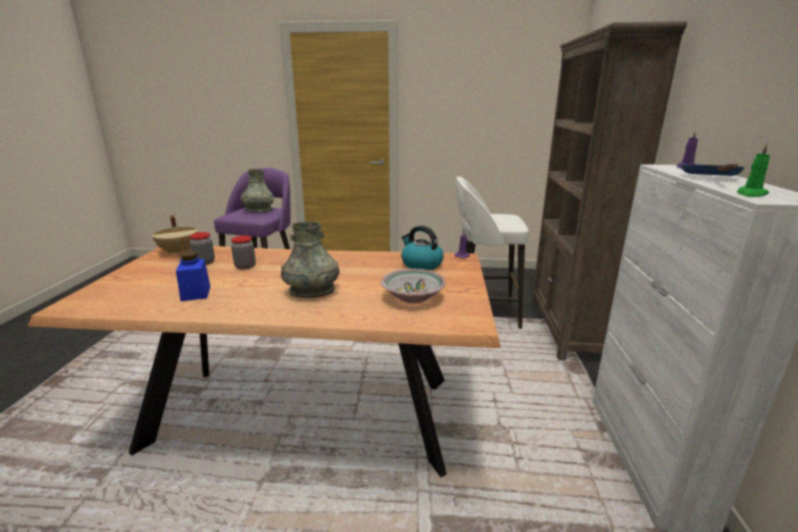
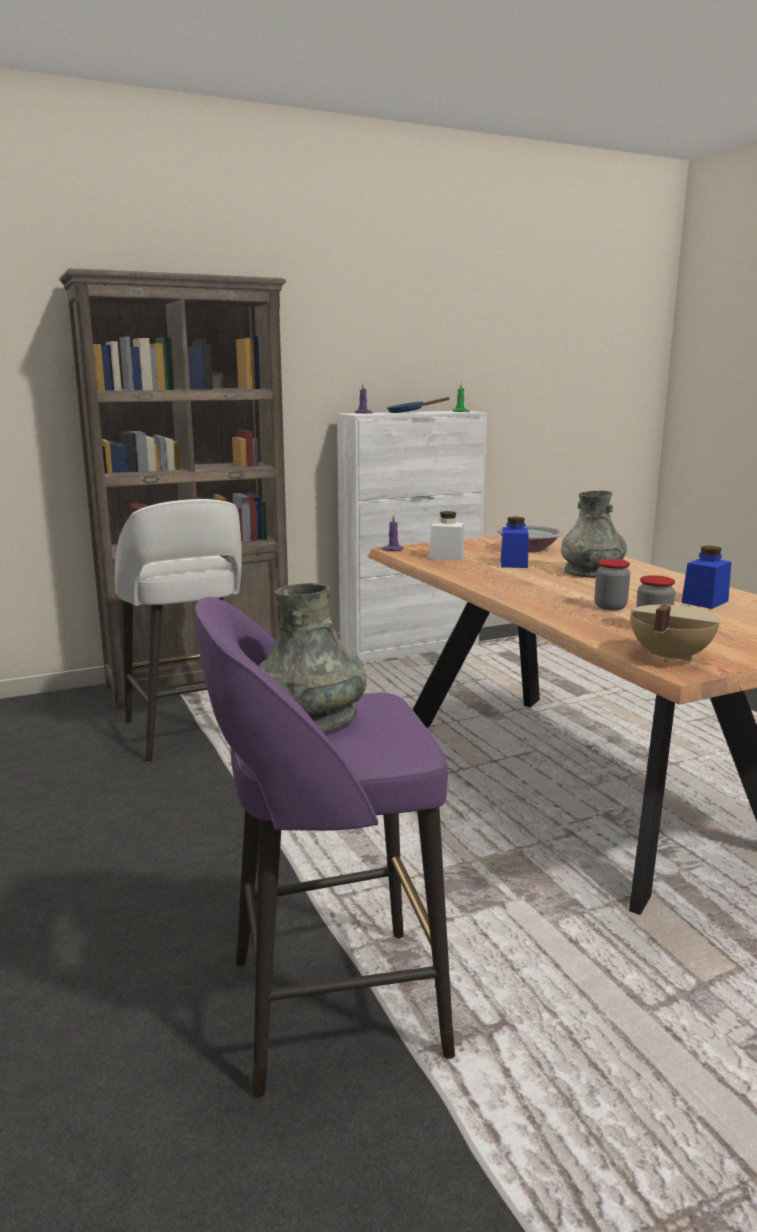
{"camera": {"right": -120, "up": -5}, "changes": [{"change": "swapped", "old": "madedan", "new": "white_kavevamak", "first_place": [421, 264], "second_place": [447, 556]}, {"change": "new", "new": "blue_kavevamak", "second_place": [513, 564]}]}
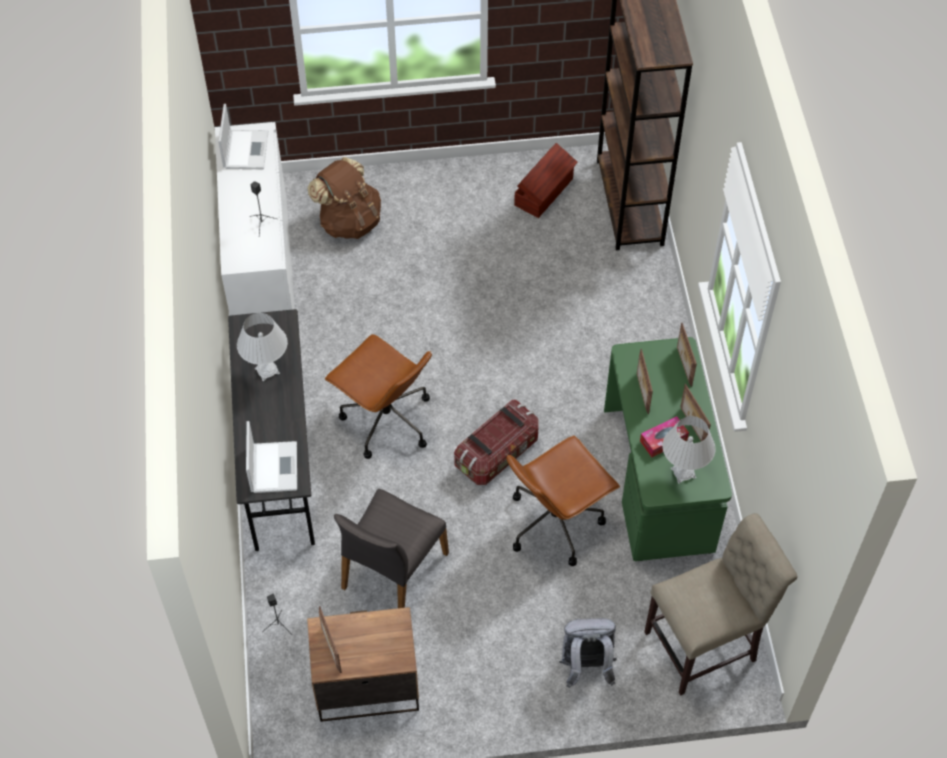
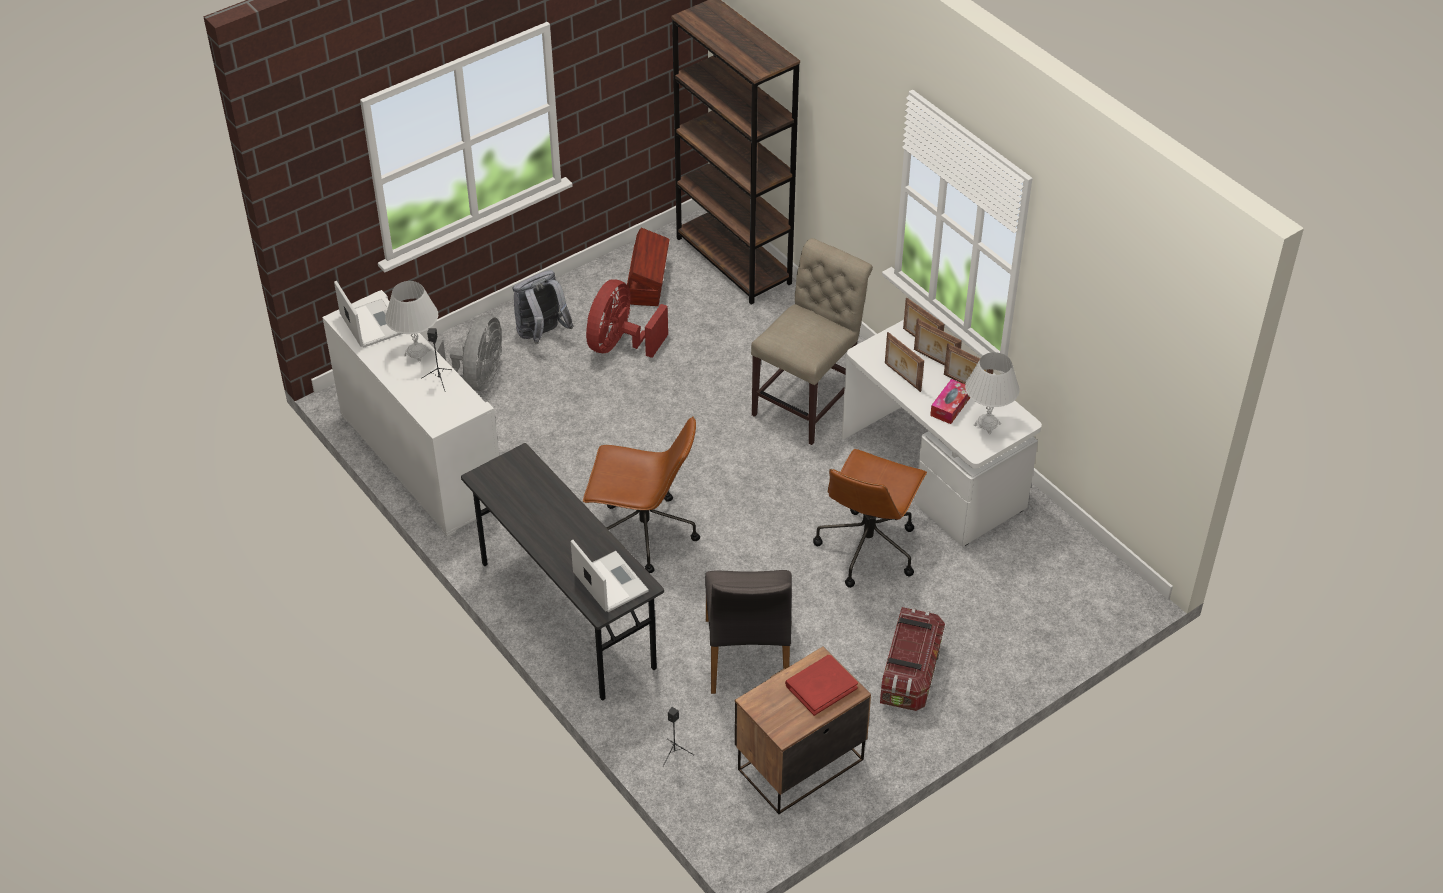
{"camera": {"right": -30, "up": -10}, "changes": [{"change": "shifted", "old": "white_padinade", "first_place": [267, 371], "second_place": [417, 353]}, {"change": "swapped", "old": "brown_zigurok", "new": "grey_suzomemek", "first_place": [349, 221], "second_place": [475, 380]}, {"change": "shifted", "old": "grey_zigurok", "first_place": [586, 667], "second_place": [542, 335]}, {"change": "new", "new": "red_suzomemek", "second_place": [620, 345]}, {"change": "shifted", "old": "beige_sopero", "first_place": [706, 644], "second_place": [809, 402]}, {"change": "new", "new": "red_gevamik", "second_place": [821, 686]}, {"change": "repainted", "old": "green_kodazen", "new": "white_kodazen", "first_place": [659, 480], "second_place": [933, 473]}, {"change": "shifted", "old": "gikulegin", "first_place": [498, 453], "second_place": [910, 673]}, {"change": "shifted", "old": "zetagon", "first_place": [330, 649], "second_place": [935, 361]}]}
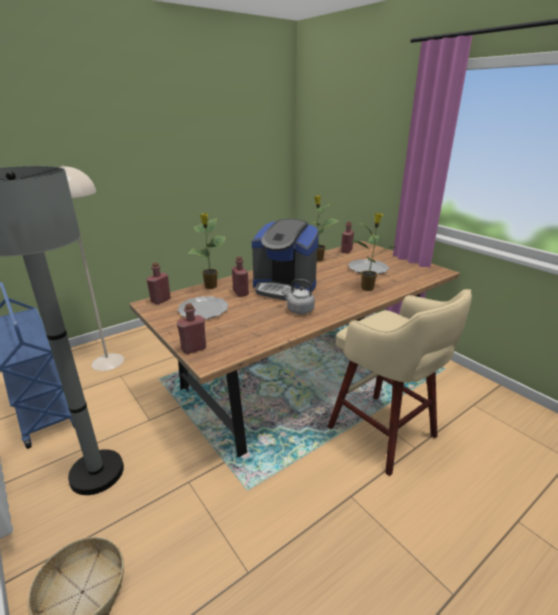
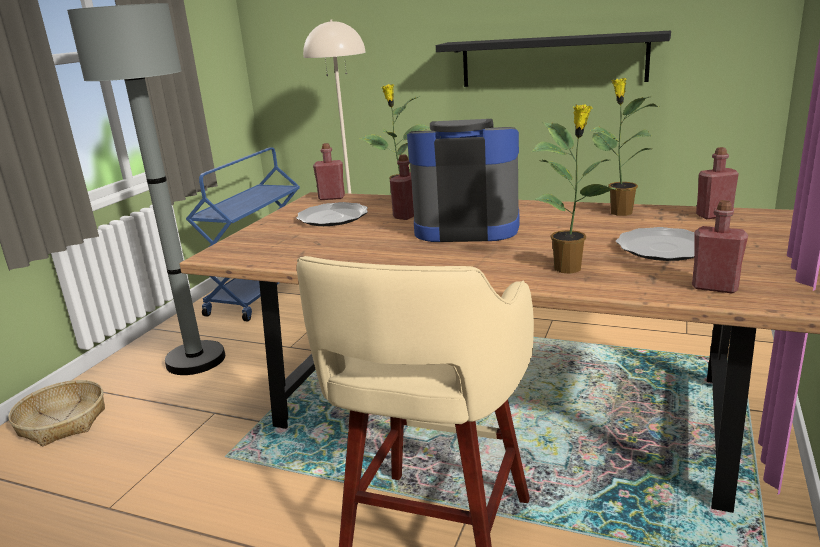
{"camera": {"right": 60, "up": -5}, "changes": [{"change": "rotated", "old": "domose", "first_place": [284, 287], "second_place": [466, 227], "degrees": 105}, {"change": "new", "new": "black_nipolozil", "second_place": [552, 60]}, {"change": "shifted", "old": "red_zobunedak", "first_place": [194, 349], "second_place": [715, 287]}, {"change": "gone", "old": "grey_madedan", "first_place": [299, 310]}]}
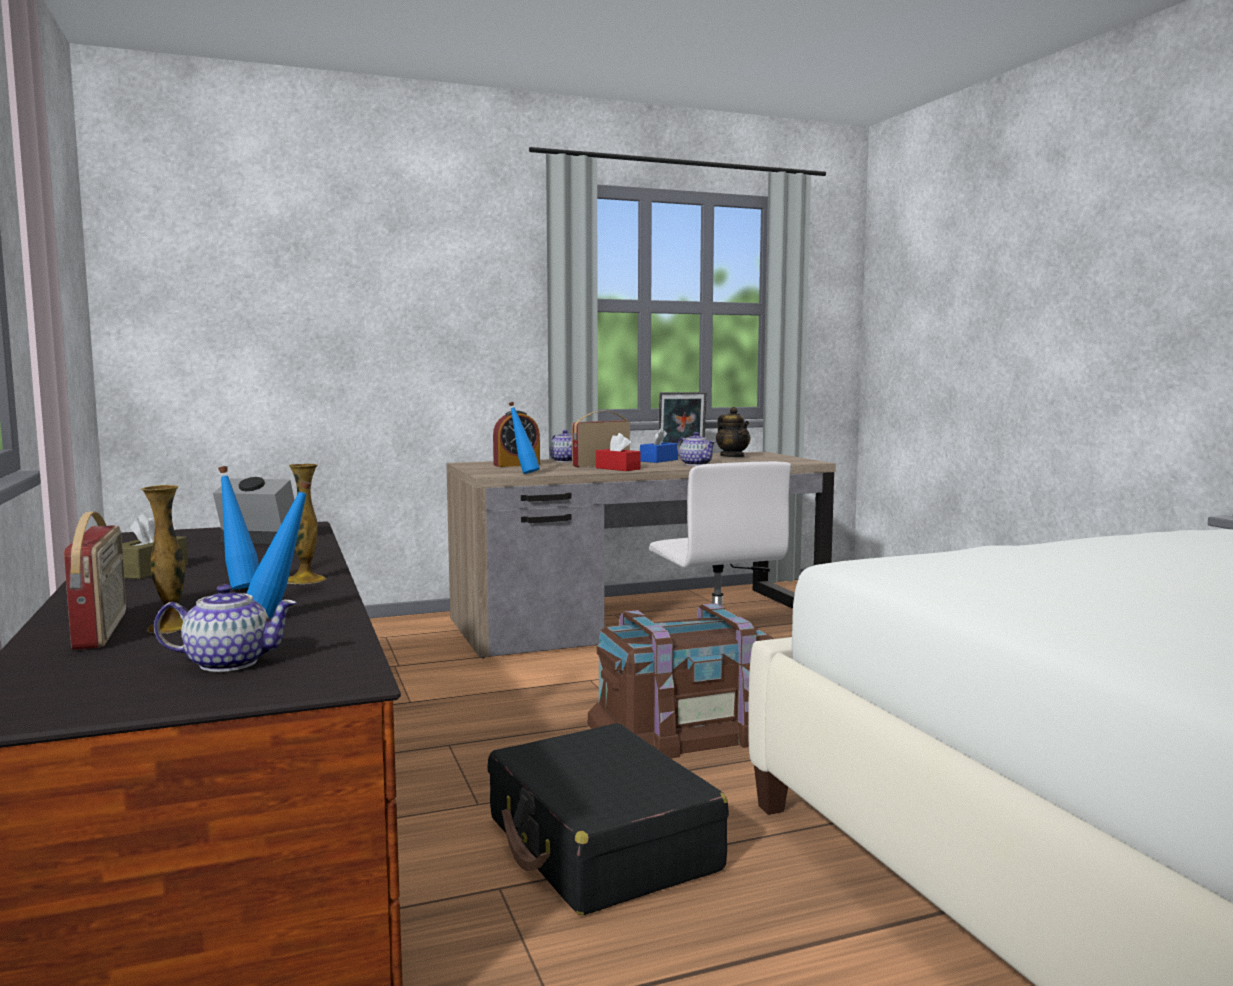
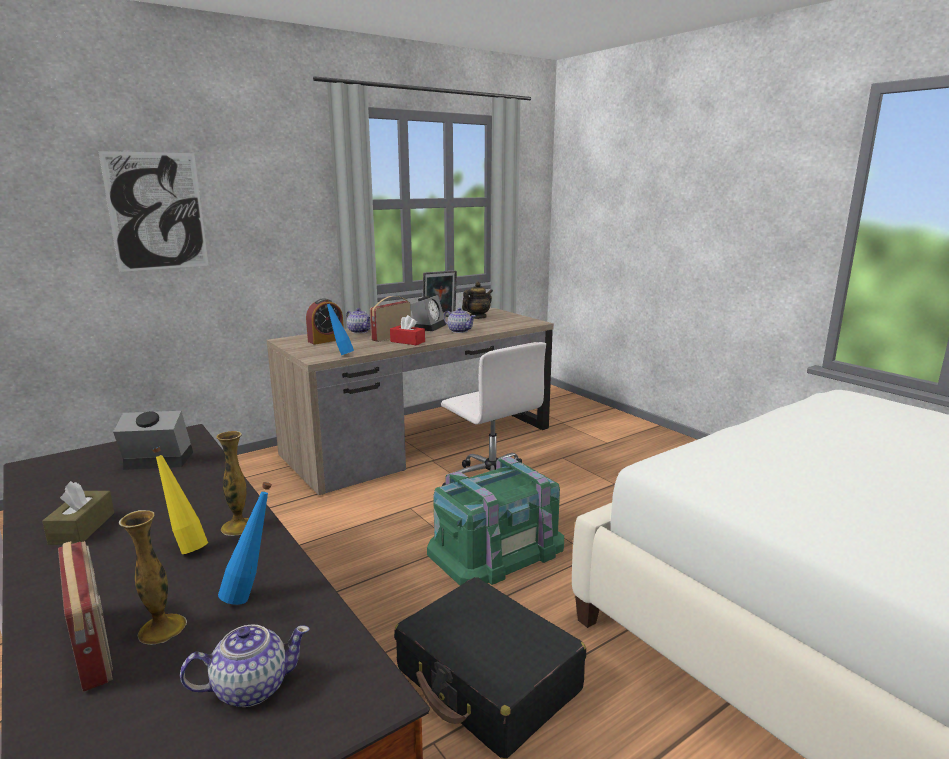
{"camera": {"right": -15, "up": 10}, "changes": [{"change": "new", "new": "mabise", "second_place": [156, 211]}, {"change": "repainted", "old": "blue_zobunedak", "new": "yellow_zobunedak", "first_place": [240, 587], "second_place": [185, 547]}, {"change": "swapped", "old": "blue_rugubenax", "new": "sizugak", "first_place": [659, 460], "second_place": [429, 326]}, {"change": "repainted", "old": "brown_gikulegin", "new": "green_gikulegin", "first_place": [684, 727], "second_place": [496, 548]}, {"change": "rotated", "old": "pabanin", "first_place": [732, 457], "second_place": [477, 317], "degrees": -90}]}
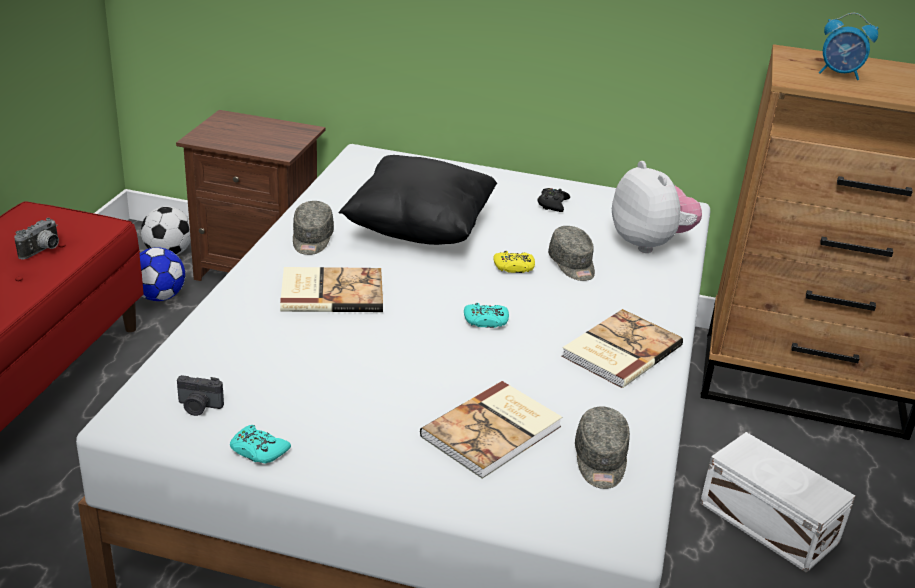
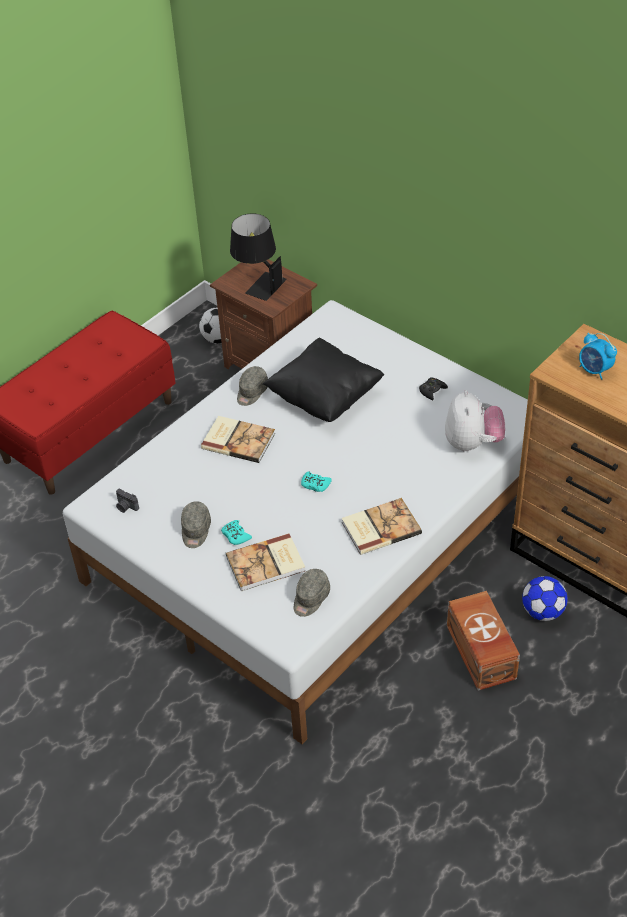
{"camera": {"right": 30, "up": 15}, "changes": [{"change": "shifted", "old": "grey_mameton", "first_place": [572, 265], "second_place": [195, 530]}, {"change": "shifted", "old": "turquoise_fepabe", "first_place": [258, 451], "second_place": [236, 535]}, {"change": "new", "new": "black_padinade", "second_place": [258, 283]}, {"change": "repainted", "old": "white_gikulegin", "new": "brown_gikulegin", "first_place": [769, 524], "second_place": [480, 653]}, {"change": "shifted", "old": "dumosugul", "first_place": [159, 297], "second_place": [542, 612]}, {"change": "gone", "old": "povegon", "first_place": [43, 251]}, {"change": "gone", "old": "yellow_fepabe", "first_place": [514, 267]}]}
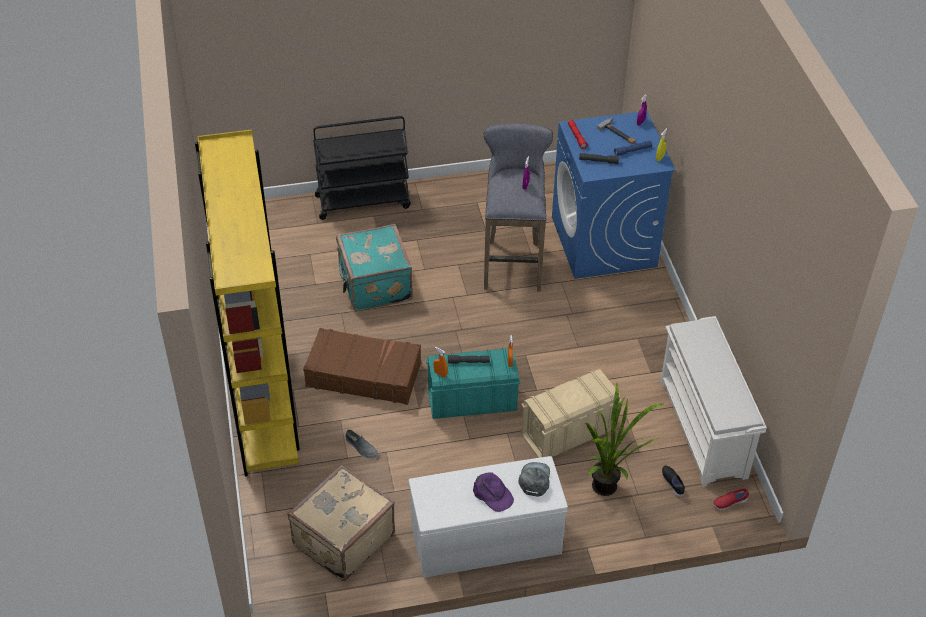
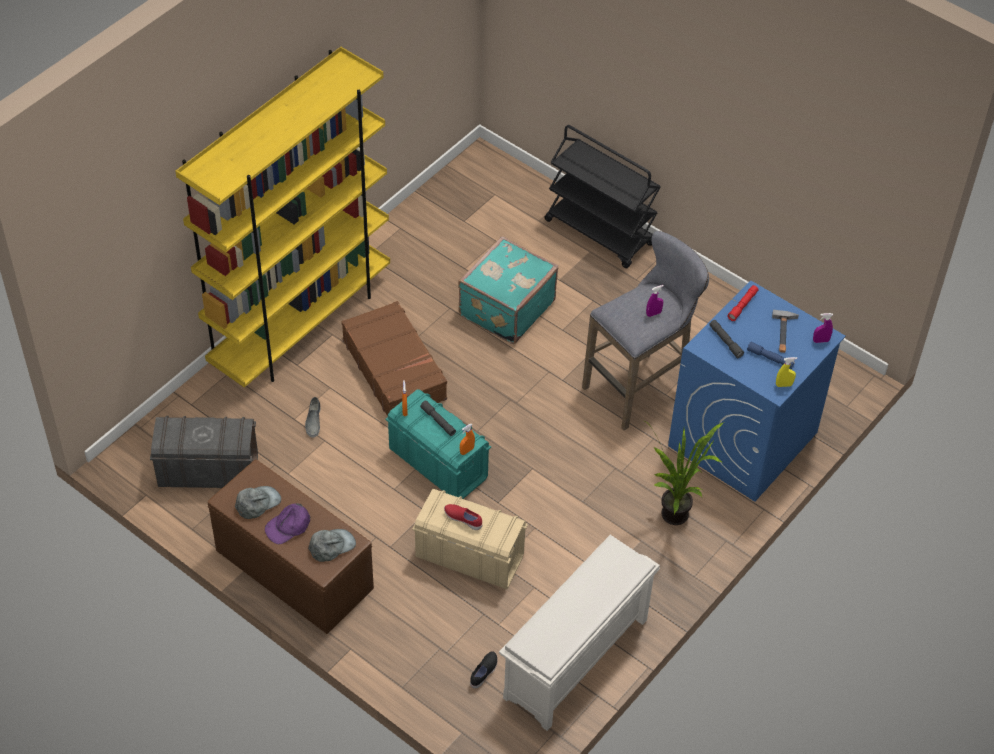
{"camera": {"right": 50, "up": 5}, "changes": [{"change": "swapped", "old": "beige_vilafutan", "new": "grey_gikulegin", "first_place": [342, 539], "second_place": [208, 471]}, {"change": "repainted", "old": "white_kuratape", "new": "brown_kuratape", "first_place": [485, 540], "second_place": [292, 569]}, {"change": "new", "new": "grey_mameton", "second_place": [257, 503]}, {"change": "rotated", "old": "purple_mameton", "first_place": [492, 495], "second_place": [288, 526], "degrees": 45}, {"change": "shifted", "old": "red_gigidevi", "first_place": [729, 503], "second_place": [463, 519]}, {"change": "shifted", "old": "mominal", "first_place": [609, 489], "second_place": [676, 521]}]}
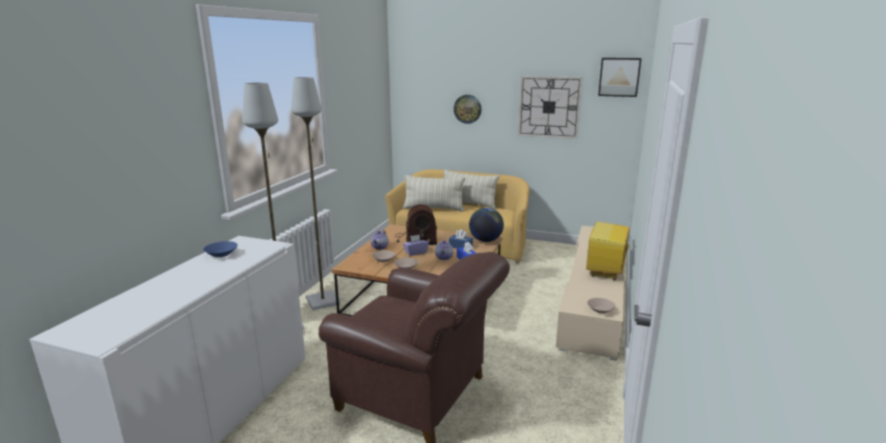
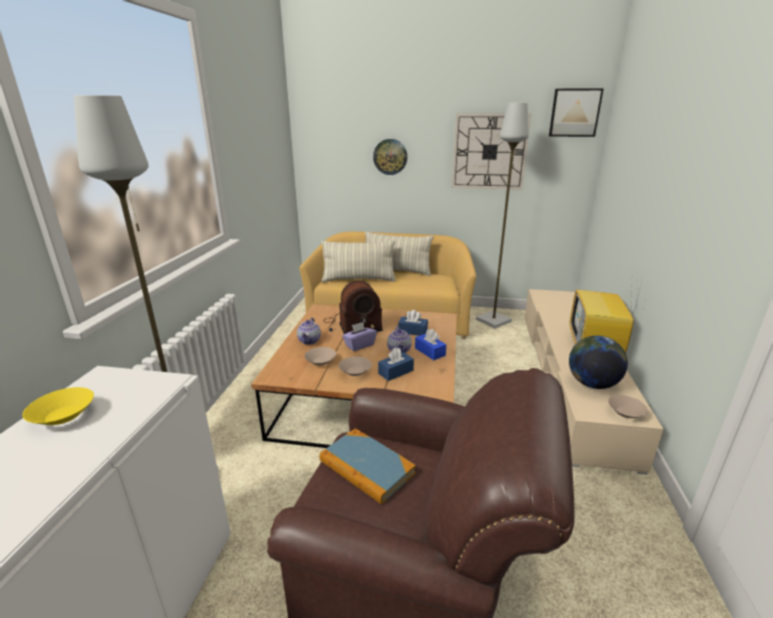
{"camera": {"right": -10, "up": 5}, "changes": [{"change": "repainted", "old": "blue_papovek", "new": "yellow_papovek", "first_place": [221, 254], "second_place": [63, 417]}, {"change": "new", "new": "gevamik", "second_place": [366, 467]}, {"change": "new", "new": "blue_rugubenax", "second_place": [395, 372]}, {"change": "shifted", "old": "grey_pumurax", "first_place": [323, 301], "second_place": [493, 320]}, {"change": "shifted", "old": "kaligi", "first_place": [485, 240], "second_place": [592, 384]}]}
